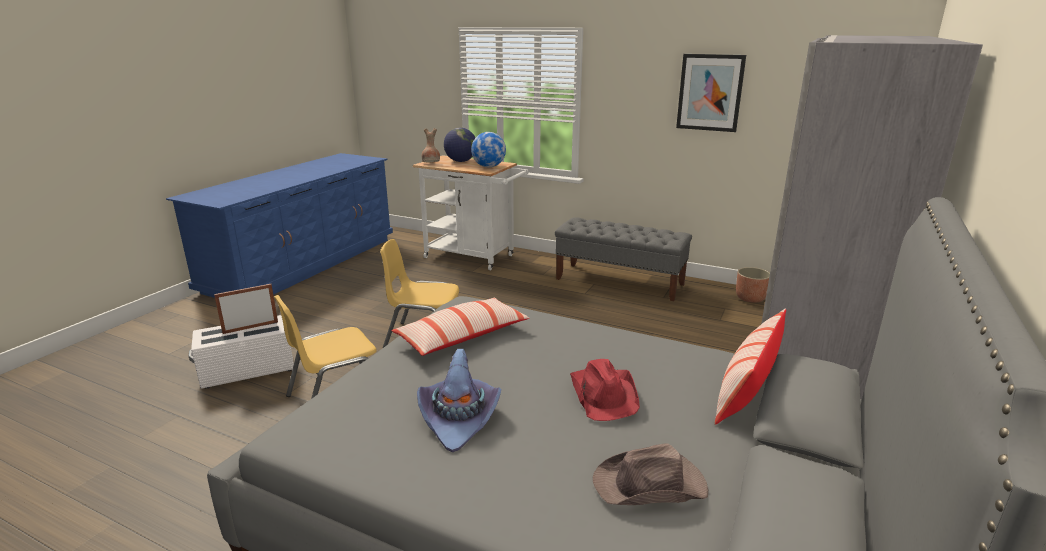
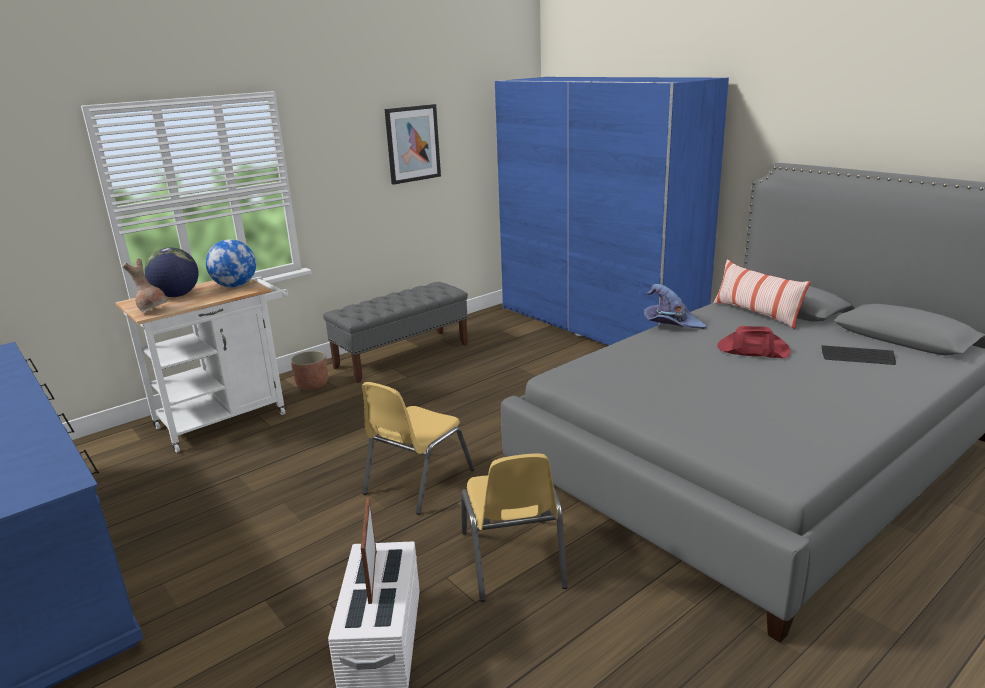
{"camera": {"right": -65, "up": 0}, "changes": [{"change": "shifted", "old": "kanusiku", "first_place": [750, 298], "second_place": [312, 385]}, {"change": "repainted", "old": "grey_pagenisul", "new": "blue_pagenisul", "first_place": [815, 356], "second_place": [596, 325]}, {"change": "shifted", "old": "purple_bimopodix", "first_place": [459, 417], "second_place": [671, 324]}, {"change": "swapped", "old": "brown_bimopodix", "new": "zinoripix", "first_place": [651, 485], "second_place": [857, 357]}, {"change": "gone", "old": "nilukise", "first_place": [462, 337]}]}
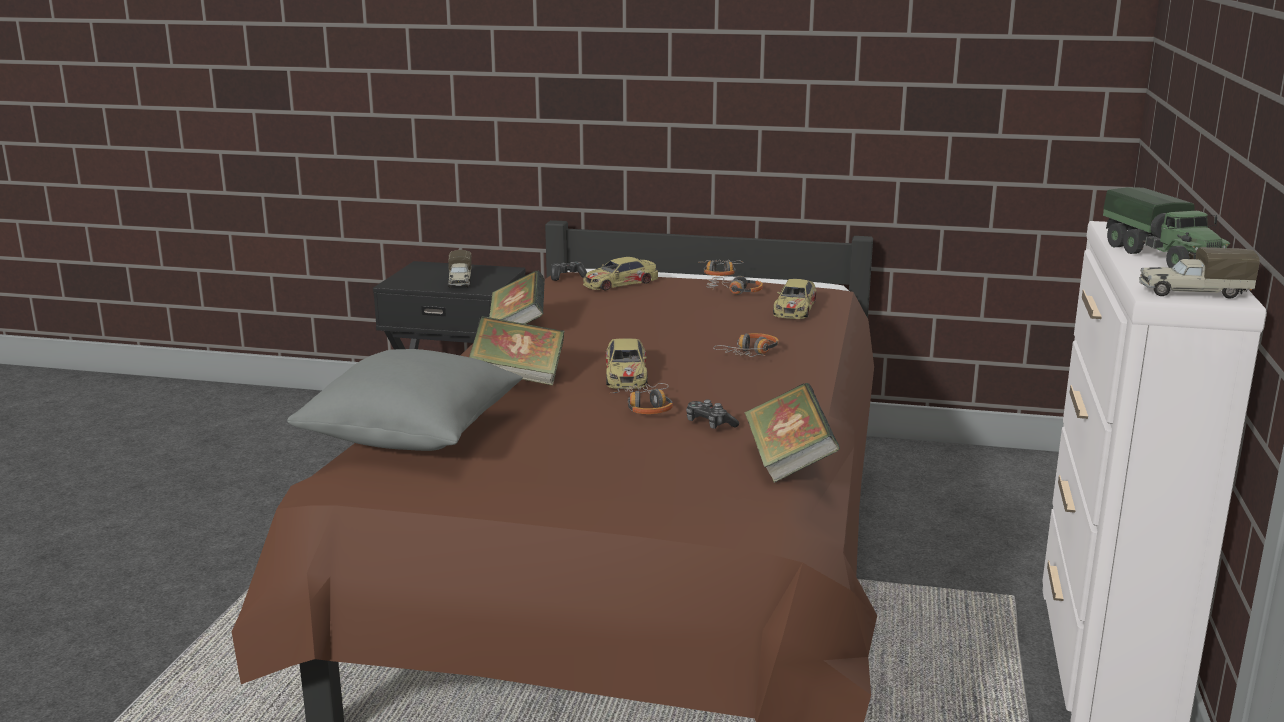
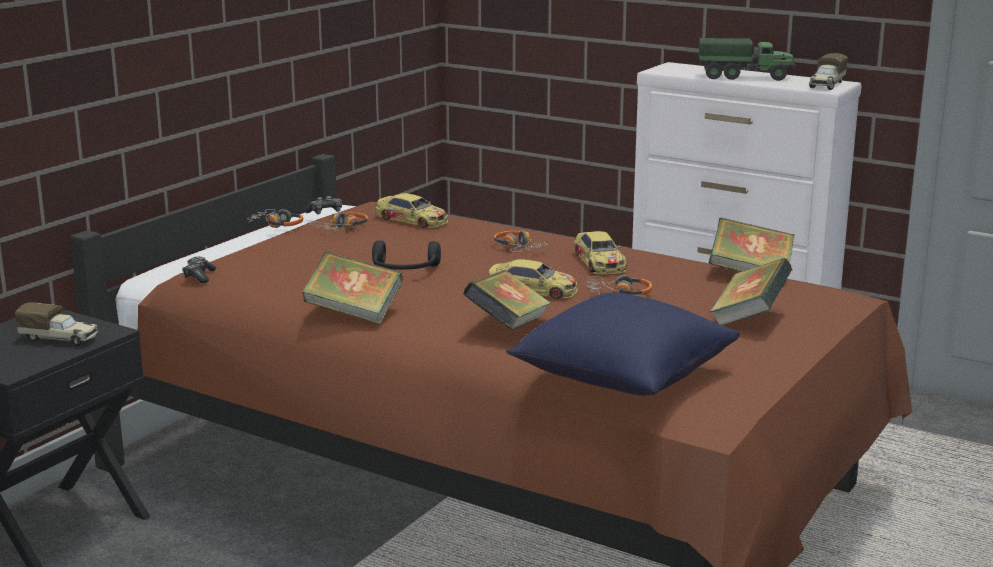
{"camera": {"right": -70, "up": 0}, "changes": [{"change": "shifted", "old": "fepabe", "first_place": [709, 424], "second_place": [325, 213]}, {"change": "new", "new": "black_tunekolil", "second_place": [404, 270]}, {"change": "repainted", "old": "grey_nilukise", "new": "blue_nilukise", "first_place": [413, 434], "second_place": [622, 377]}, {"change": "shifted", "old": "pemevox", "first_place": [620, 283], "second_place": [599, 261]}, {"change": "new", "new": "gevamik", "second_place": [749, 318]}]}
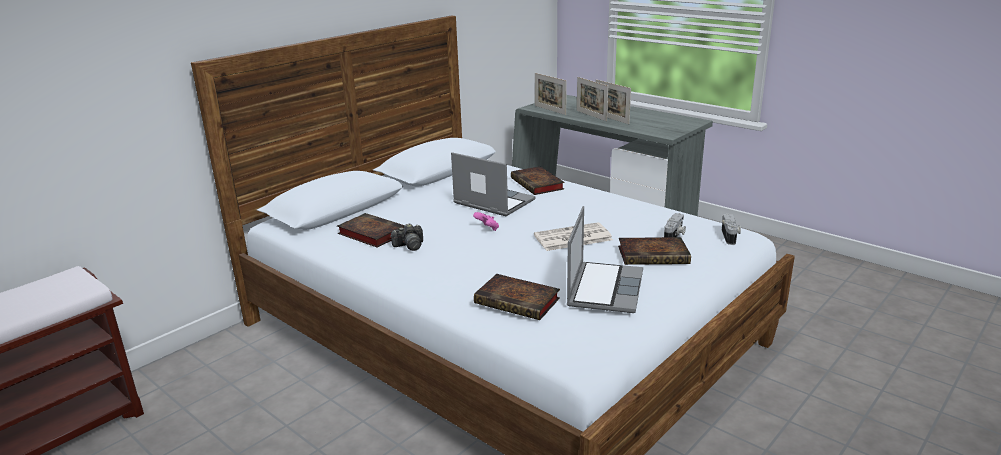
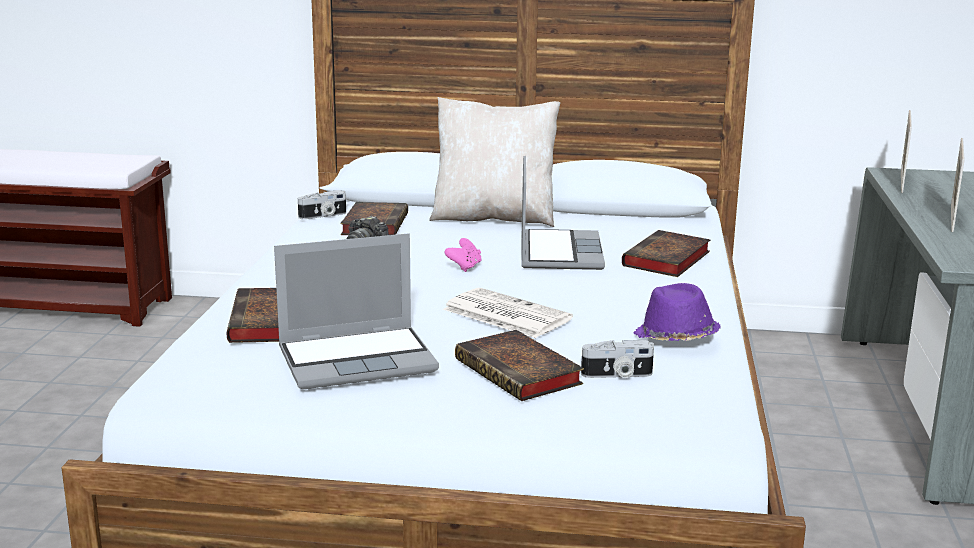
{"camera": {"right": 55, "up": -5}, "changes": [{"change": "shifted", "old": "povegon", "first_place": [730, 236], "second_place": [323, 216]}, {"change": "new", "new": "beige_nilukise", "second_place": [494, 218]}, {"change": "new", "new": "purple_bimopodix", "second_place": [675, 338]}, {"change": "gone", "old": "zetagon", "first_place": [591, 115]}]}
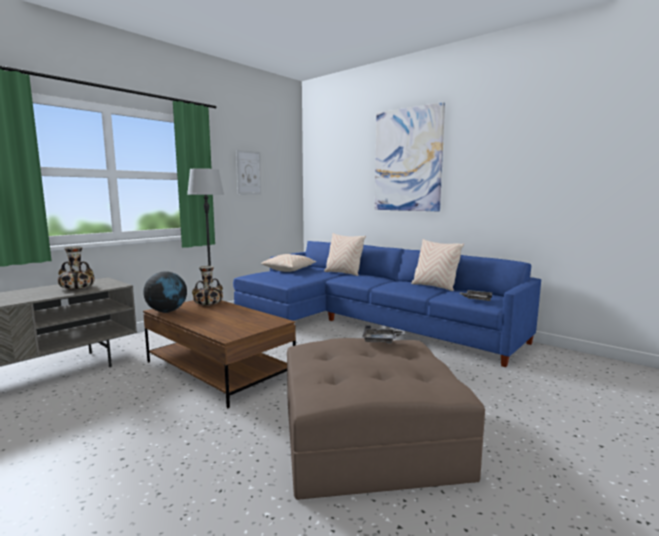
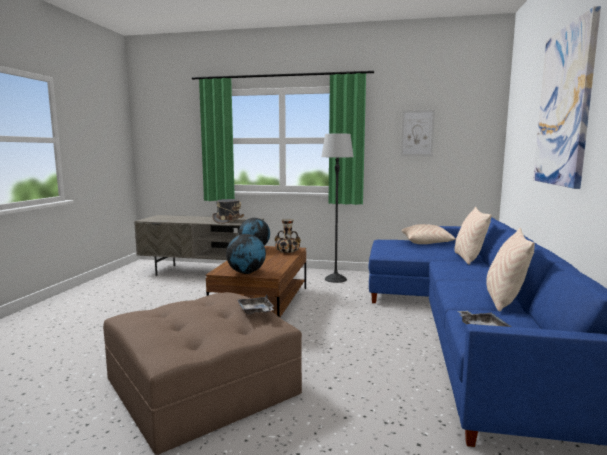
{"camera": {"right": 60, "up": 0}, "changes": [{"change": "swapped", "old": "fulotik", "new": "grey_bimopodix", "first_place": [77, 288], "second_place": [228, 220]}, {"change": "new", "new": "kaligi", "second_place": [246, 273]}]}
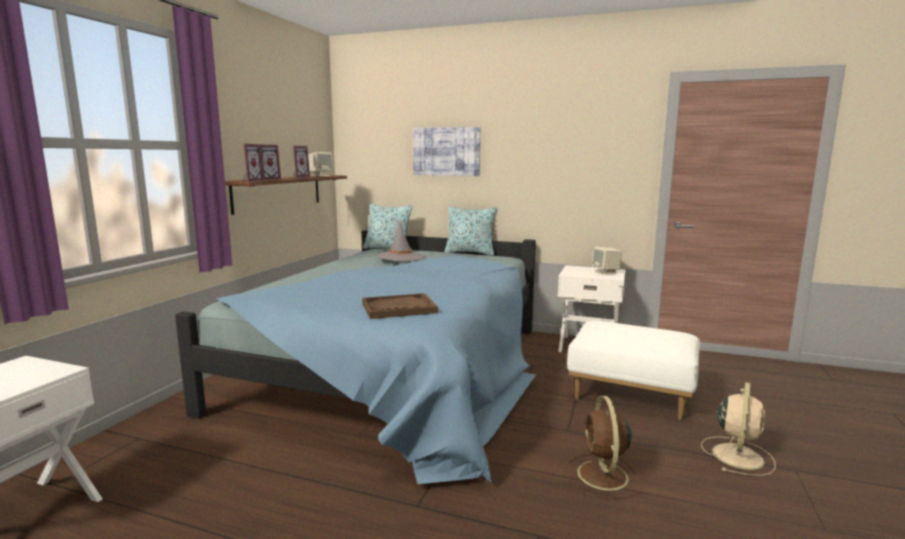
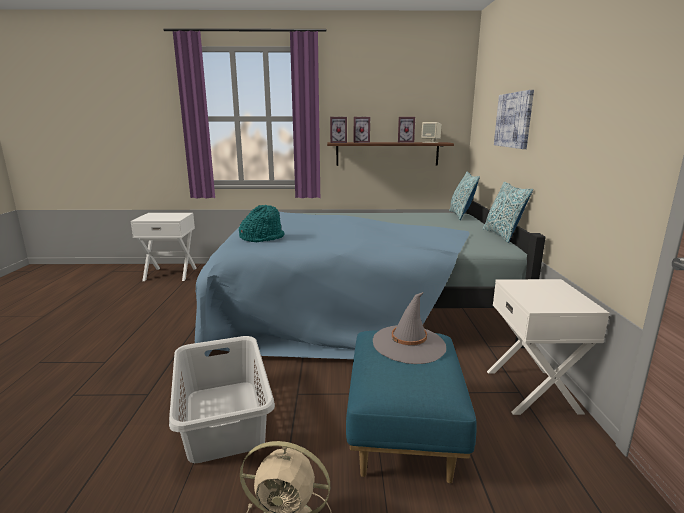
{"camera": {"right": 70, "up": 5}, "changes": [{"change": "swapped", "old": "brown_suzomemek", "new": "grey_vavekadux", "first_place": [603, 477], "second_place": [223, 419]}, {"change": "swapped", "old": "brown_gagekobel", "new": "turquoise_bimopodix", "first_place": [398, 308], "second_place": [262, 238]}, {"change": "repainted", "old": "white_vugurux", "new": "blue_vugurux", "first_place": [631, 395], "second_place": [404, 432]}, {"change": "shifted", "old": "grey_bimopodix", "first_place": [401, 257], "second_place": [409, 344]}, {"change": "gone", "old": "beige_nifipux", "first_place": [606, 272]}]}
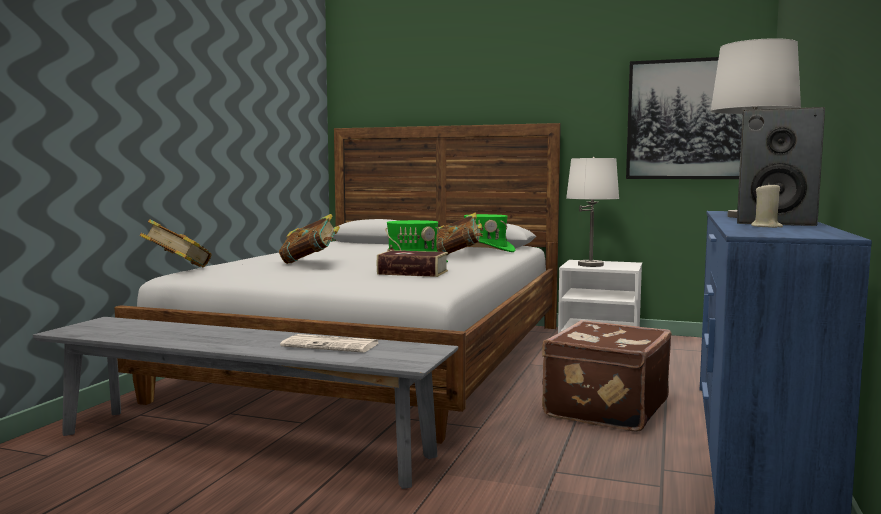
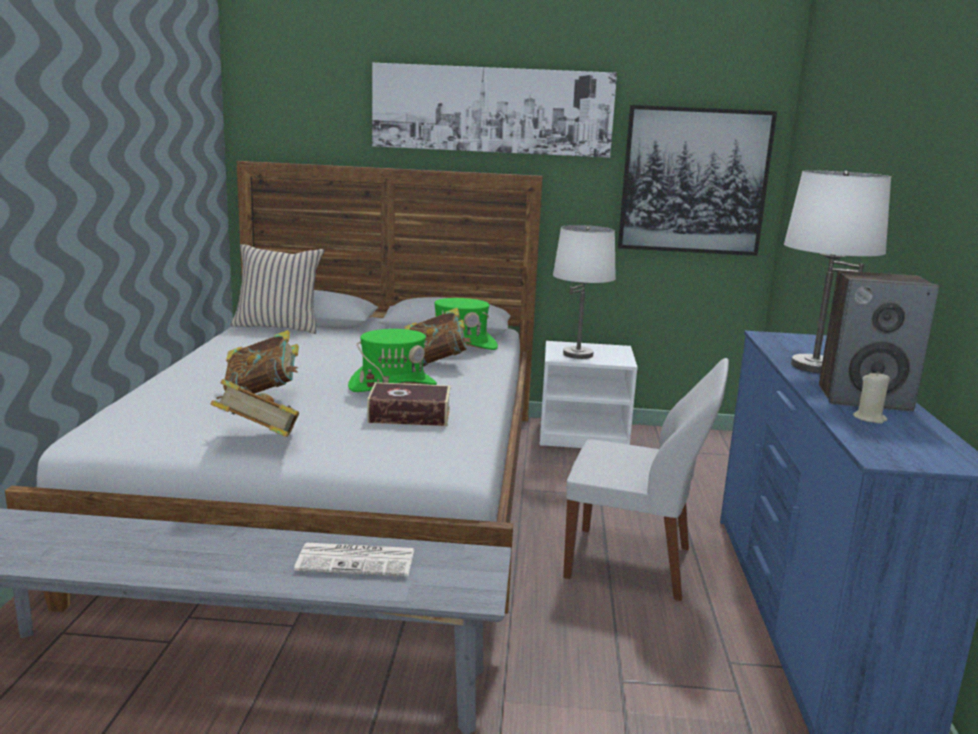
{"camera": {"right": -15, "up": 10}, "changes": [{"change": "shifted", "old": "gevamik", "first_place": [177, 268], "second_place": [258, 441]}, {"change": "new", "new": "beige_nilukise", "second_place": [278, 326]}, {"change": "new", "new": "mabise", "second_place": [492, 110]}, {"change": "swapped", "old": "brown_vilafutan", "new": "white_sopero", "first_place": [603, 408], "second_place": [633, 564]}]}
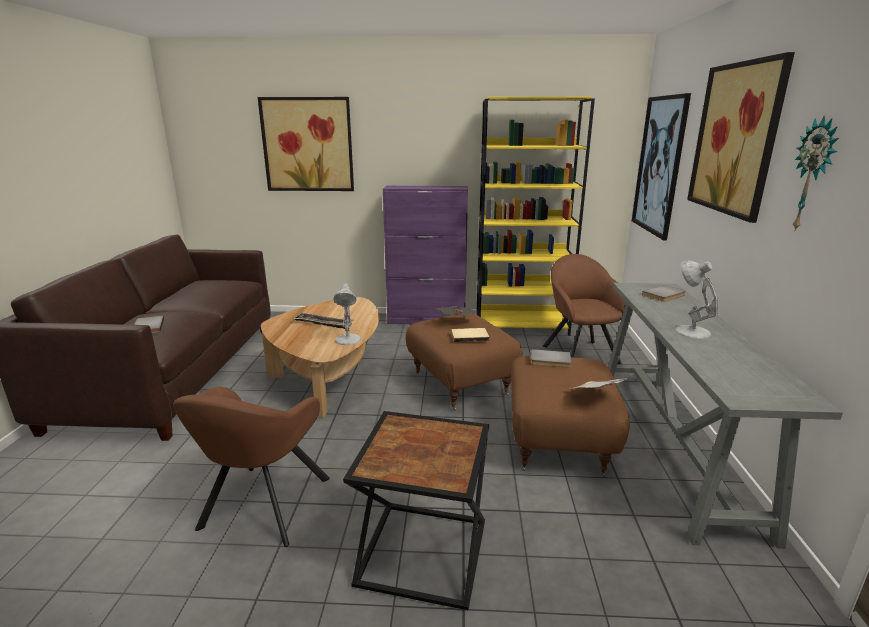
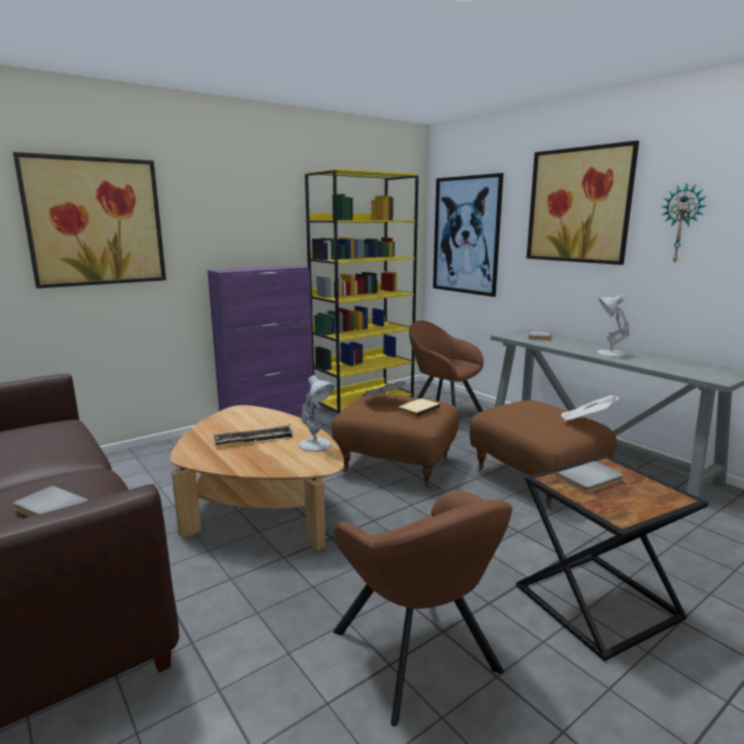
{"camera": {"right": -40, "up": -5}, "changes": [{"change": "shifted", "old": "grey_gevamik", "first_place": [550, 360], "second_place": [591, 480]}]}
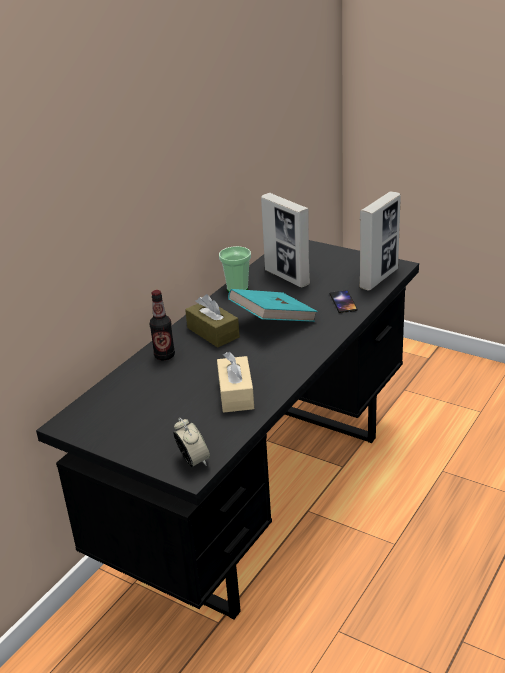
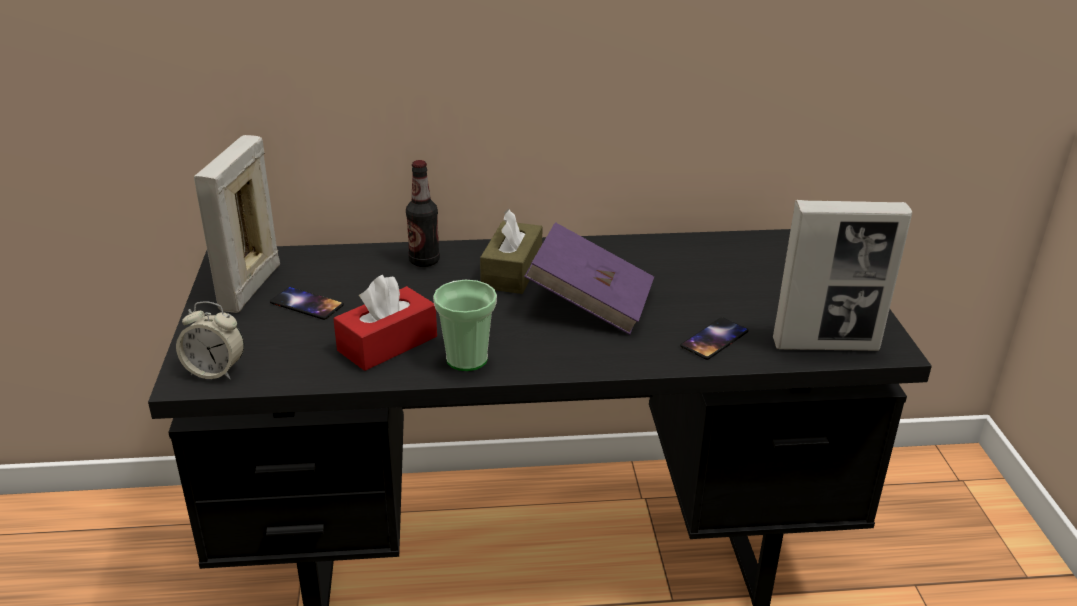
{"camera": {"right": 50, "up": 0}, "changes": [{"change": "rotated", "old": "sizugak", "first_place": [193, 461], "second_place": [215, 371], "degrees": 75}, {"change": "shifted", "old": "zetagon", "first_place": [287, 277], "second_place": [250, 288]}, {"change": "new", "new": "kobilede", "second_place": [307, 304]}, {"change": "repainted", "old": "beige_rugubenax", "new": "red_rugubenax", "first_place": [236, 394], "second_place": [387, 343]}, {"change": "shifted", "old": "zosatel", "first_place": [237, 288], "second_place": [467, 359]}, {"change": "repainted", "old": "turquoise_gevamik", "new": "purple_gevamik", "first_place": [273, 321], "second_place": [590, 303]}]}
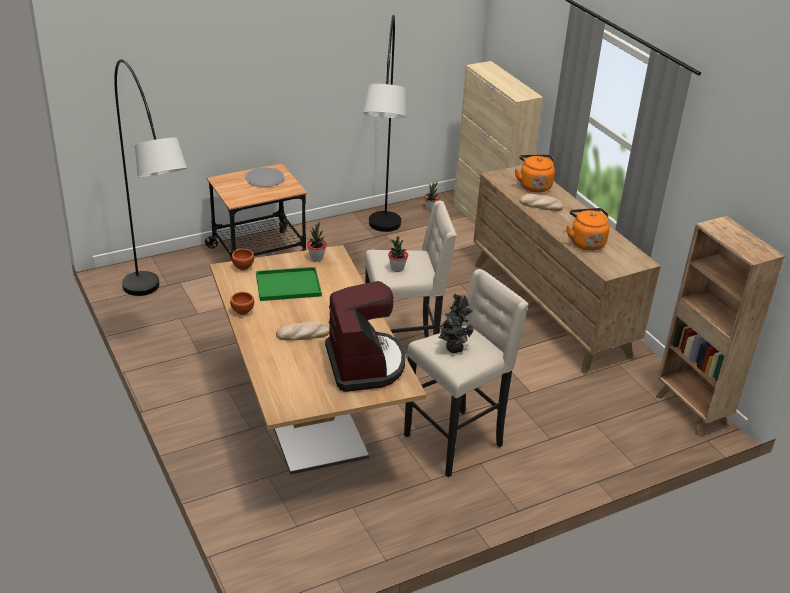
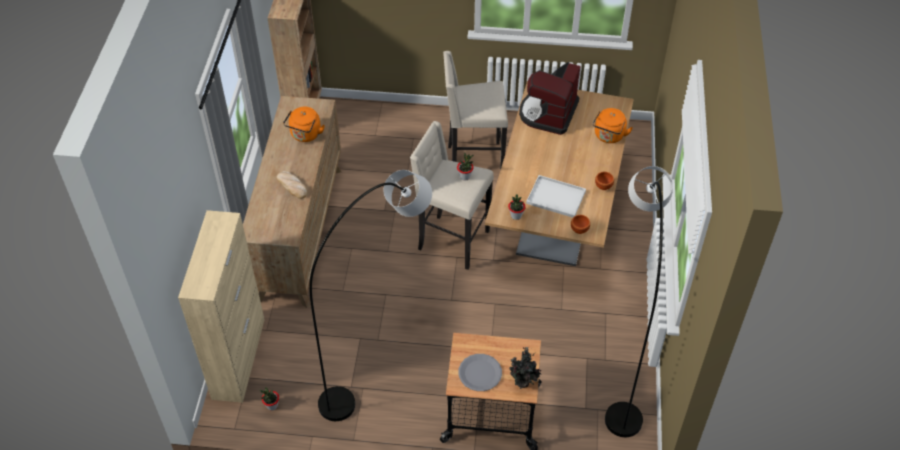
{"camera": {"right": -145, "up": 15}, "changes": [{"change": "shifted", "old": "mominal", "first_place": [453, 347], "second_place": [522, 383]}, {"change": "repainted", "old": "green_gagekobel", "new": "white_gagekobel", "first_place": [287, 286], "second_place": [557, 197]}, {"change": "shifted", "old": "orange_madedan", "first_place": [534, 185], "second_place": [608, 136]}, {"change": "gone", "old": "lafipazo", "first_place": [303, 334]}]}
